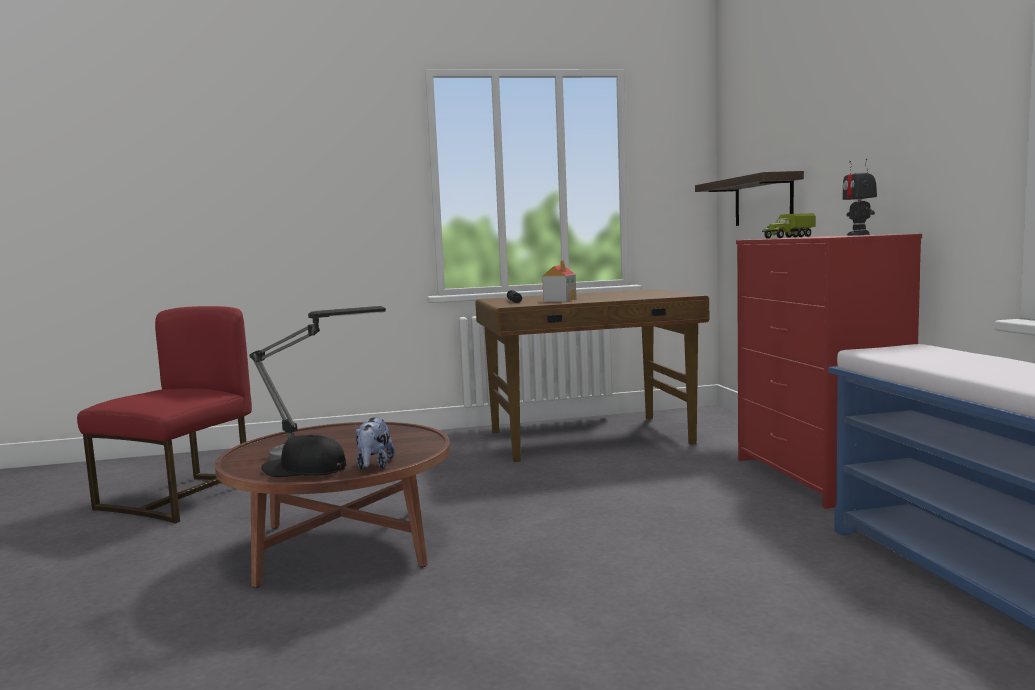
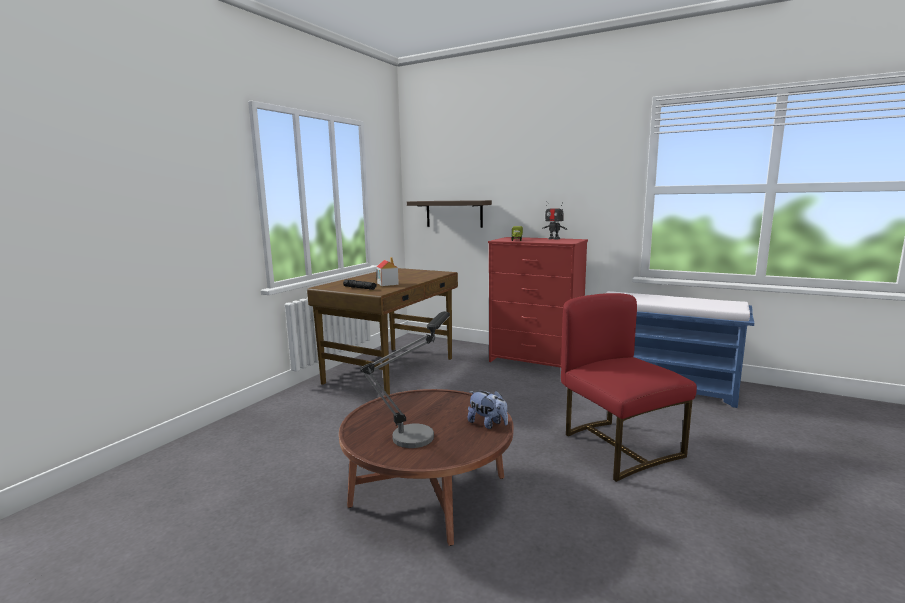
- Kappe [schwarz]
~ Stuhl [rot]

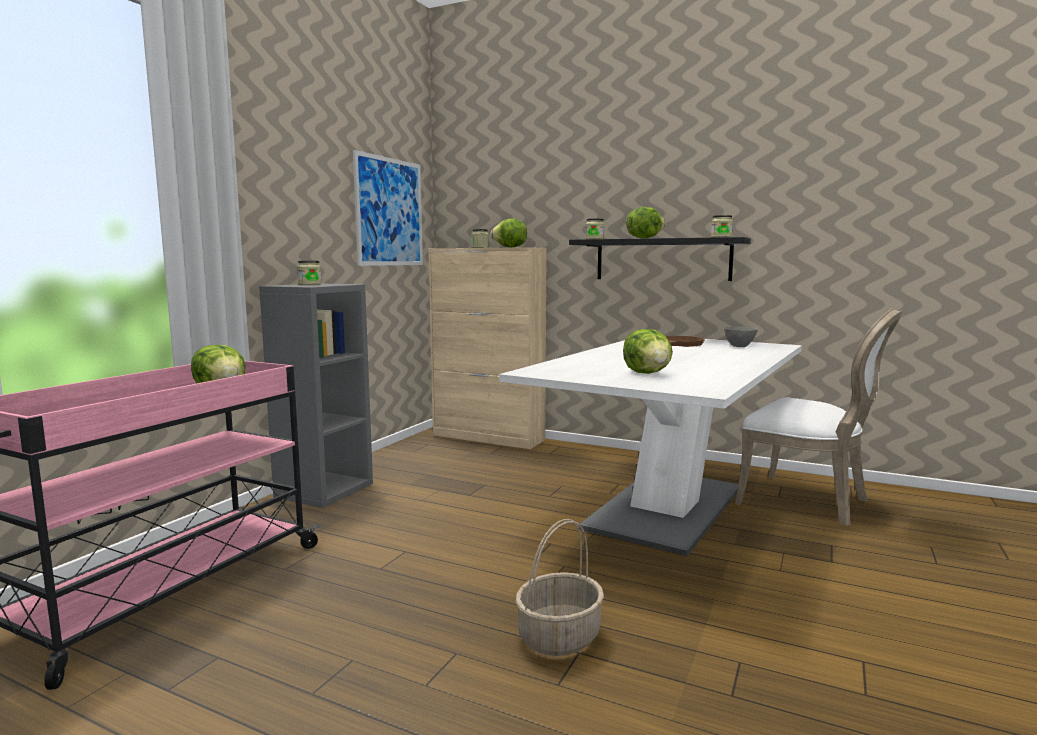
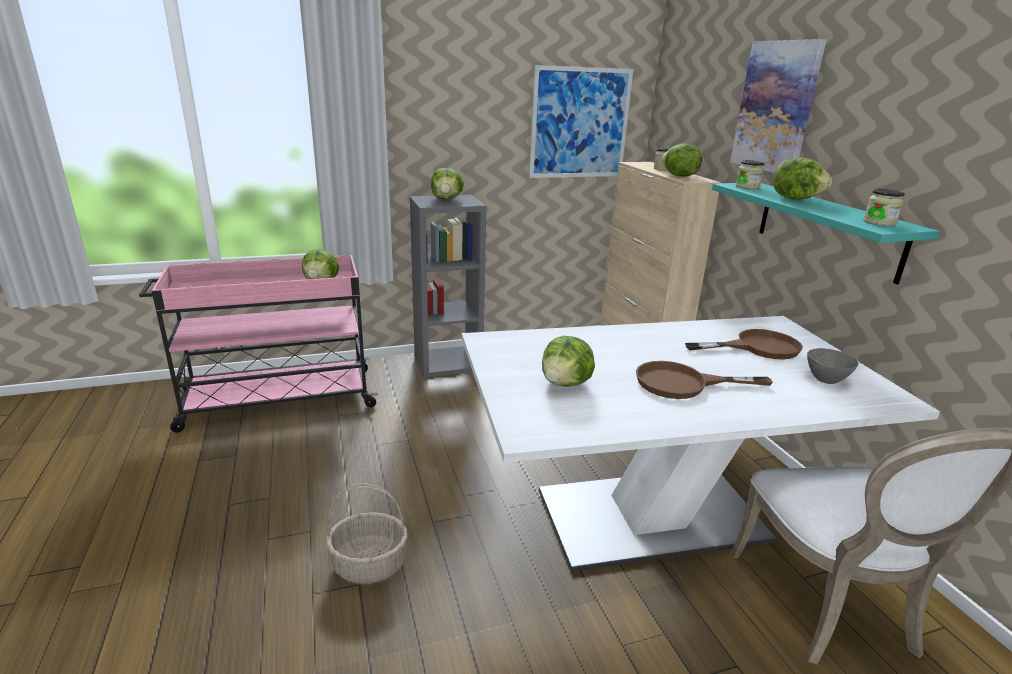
+ Pfanne [braun] (no. 1 from left)
+ Bild (no. 2 from left)
~ Vorratsglas (no. 1 from left) to Salatkopf (no. 2 from left)
~ Wandregal [schwarz] to Wandregal [türkis]

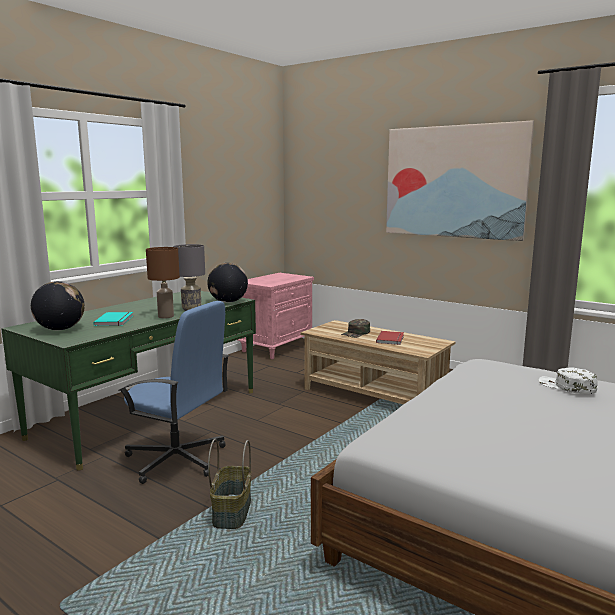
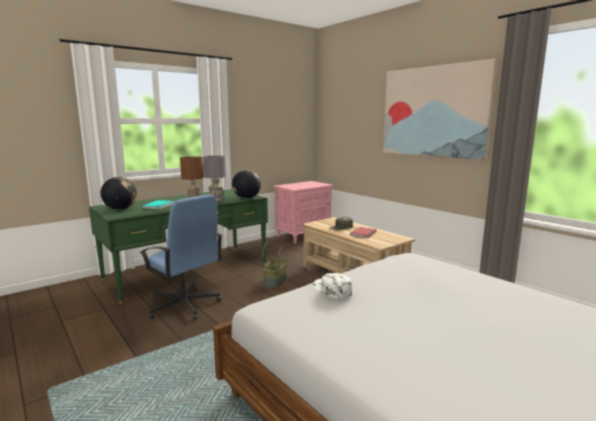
~ Korb
~ Kappe [weiß]

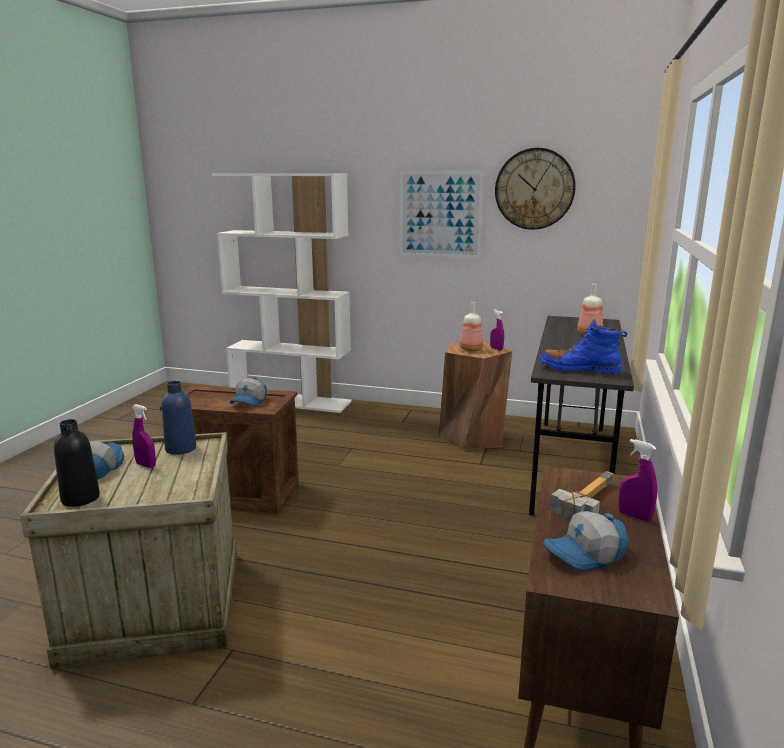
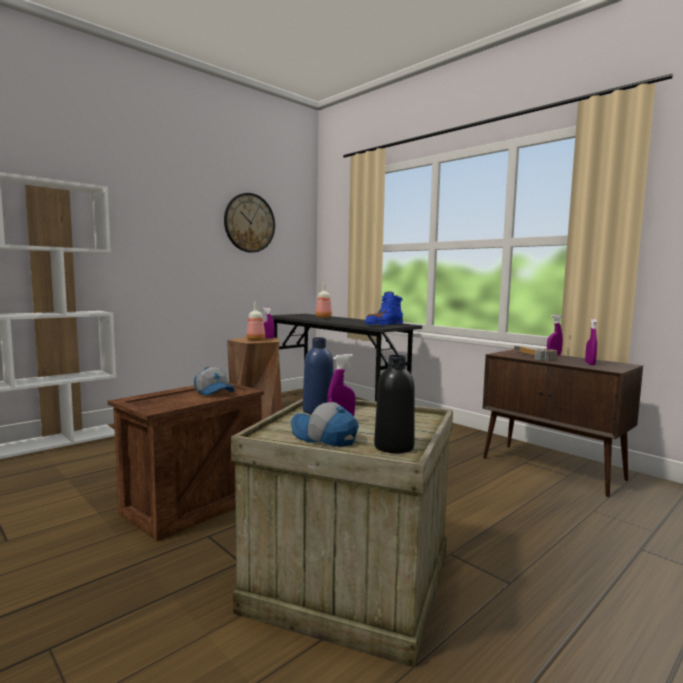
- Bild
~ Kappe (no. 3 from left) to Sprühflasche [lila] (no. 4 from left)

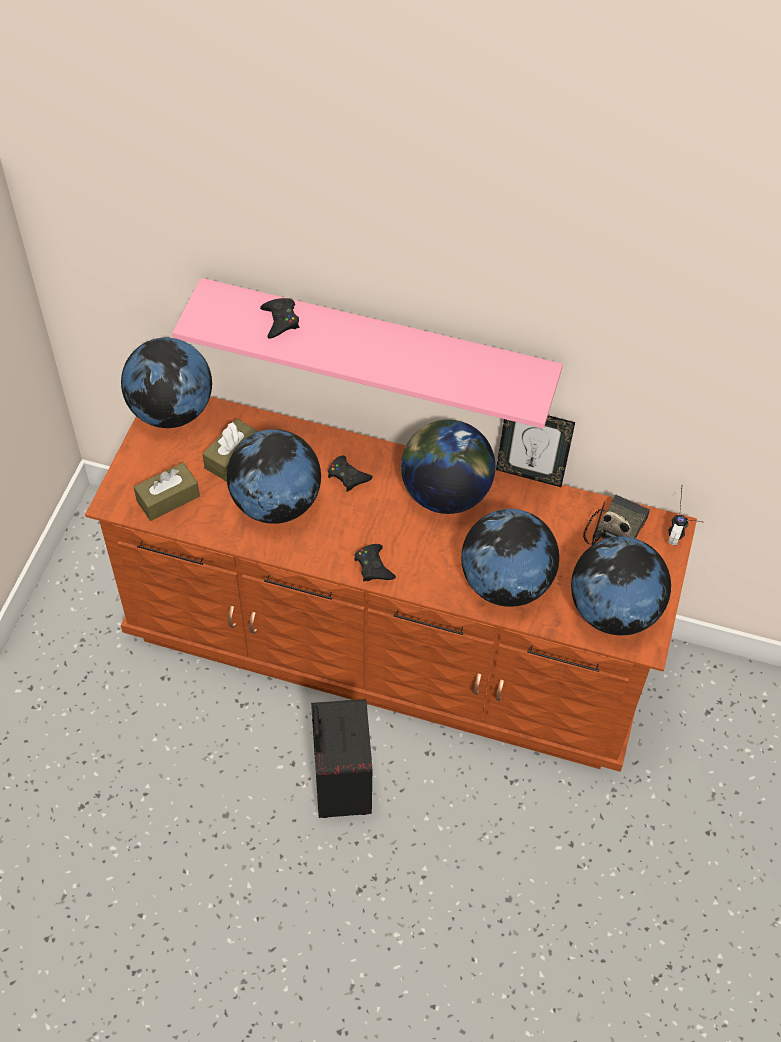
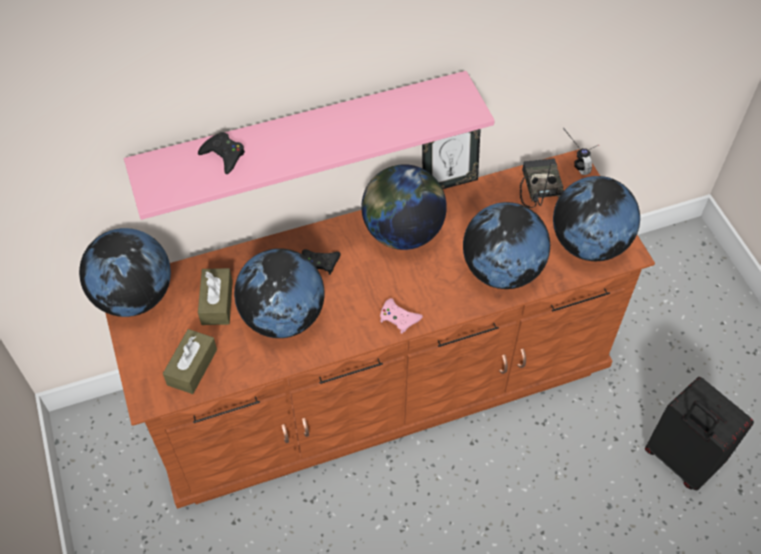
~ Koffer [schwarz]
~ Gamepad [schwarz] (no. 3 from left) to Gamepad [rosa]

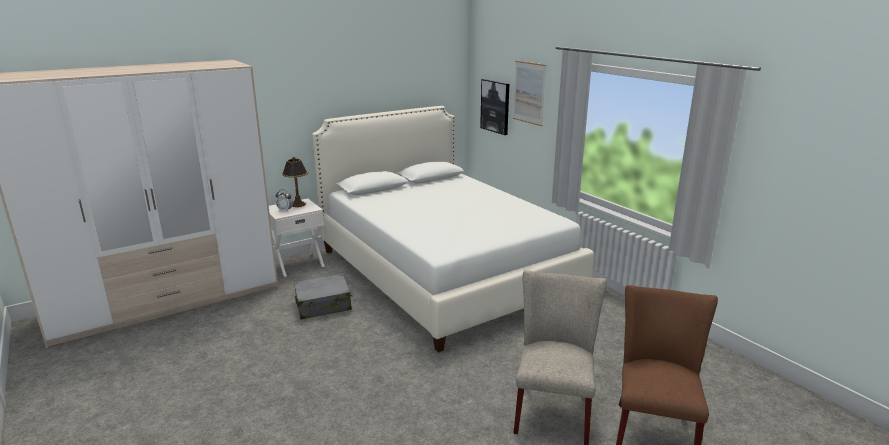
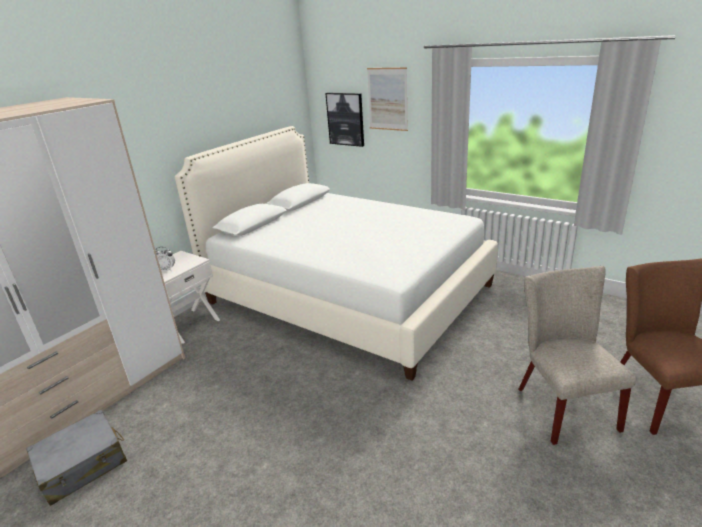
- Tischlampe
~ Koffer [grau]

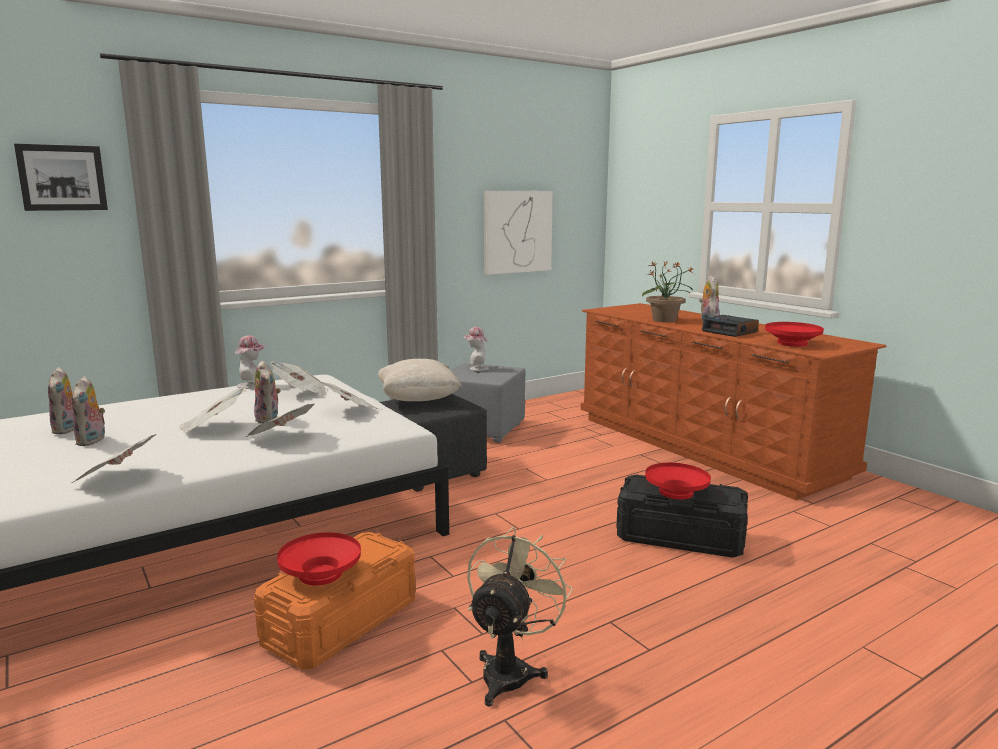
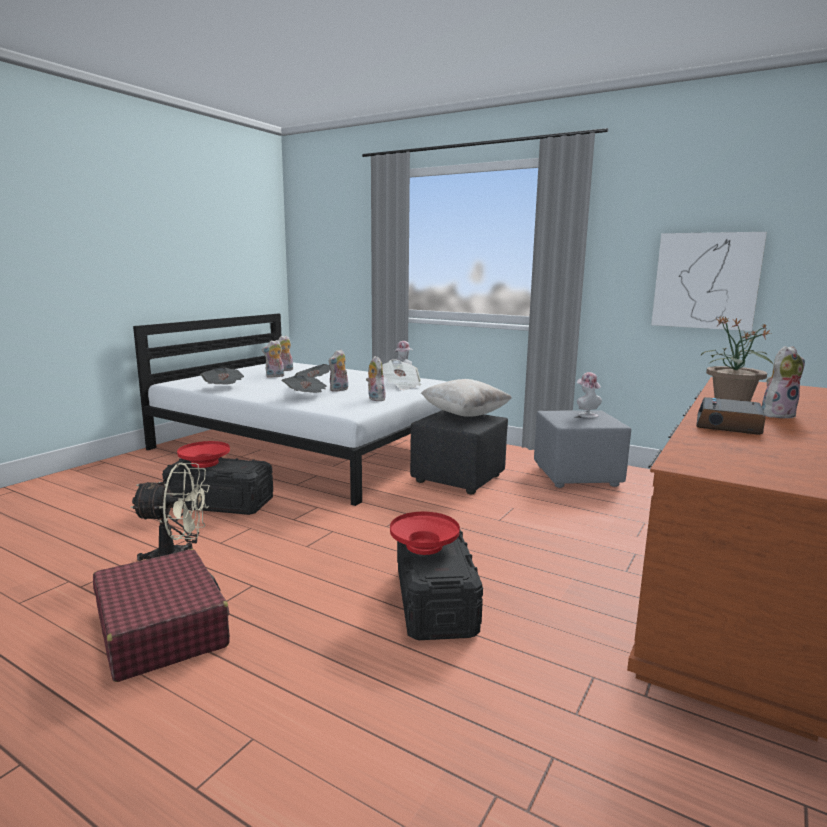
- Bild (no. 1 from left)
- Schüssel [rot] (no. 3 from left)
+ Koffer [rot]
~ Zeitung (no. 5 from left) to Plüschtier (no. 4 from left)
~ Aufbewahrungsbox [orange] to Aufbewahrungsbox [schwarz] (no. 1 from left)

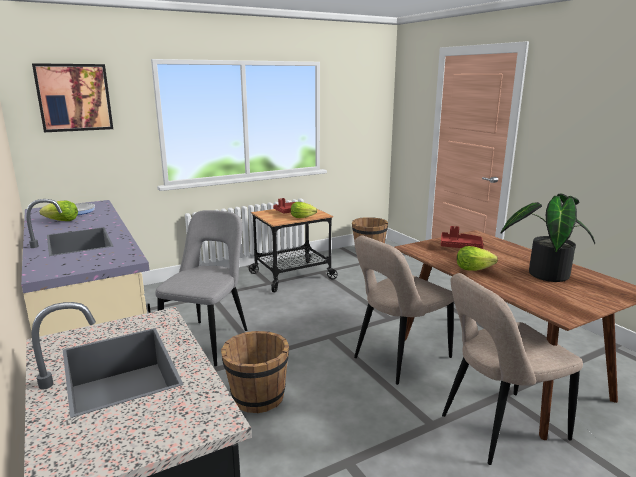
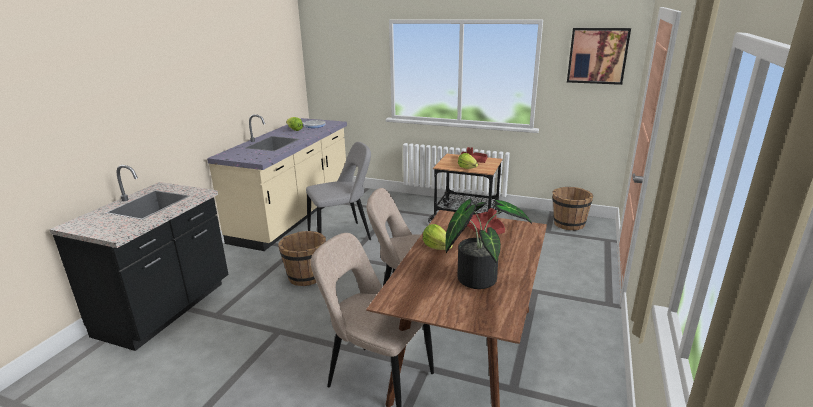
~ Bild

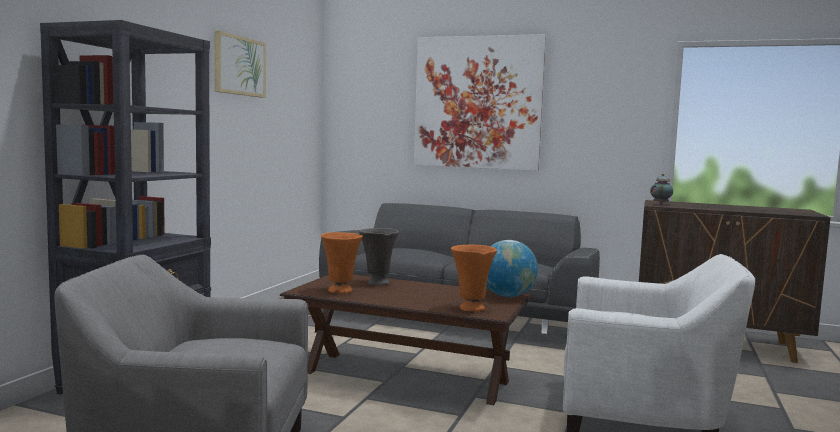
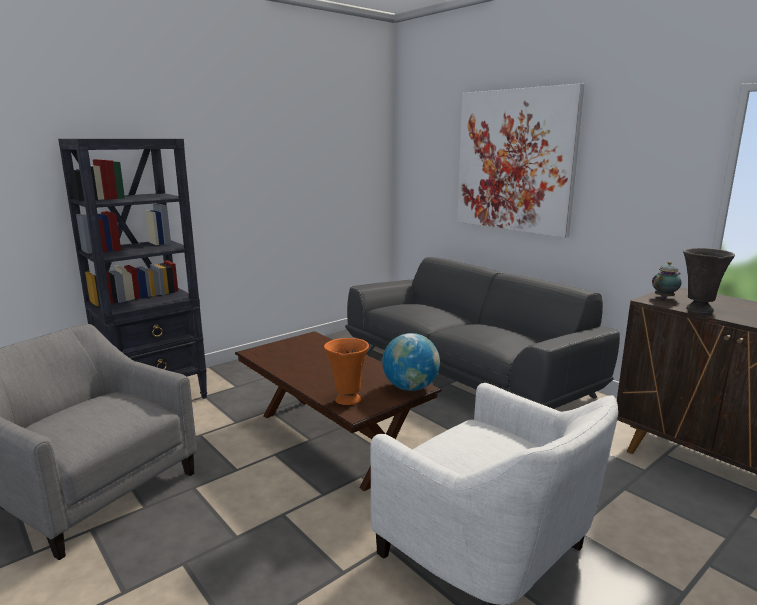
- Bild (no. 1 from left)
- Vase [orange] (no. 1 from left)
~ Vase [grau]

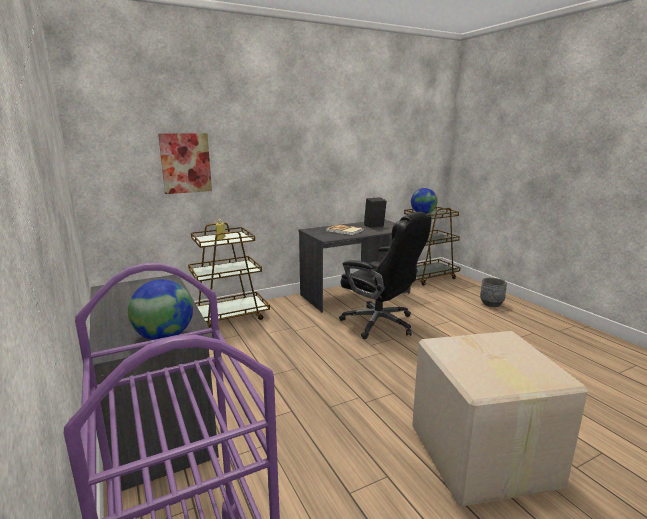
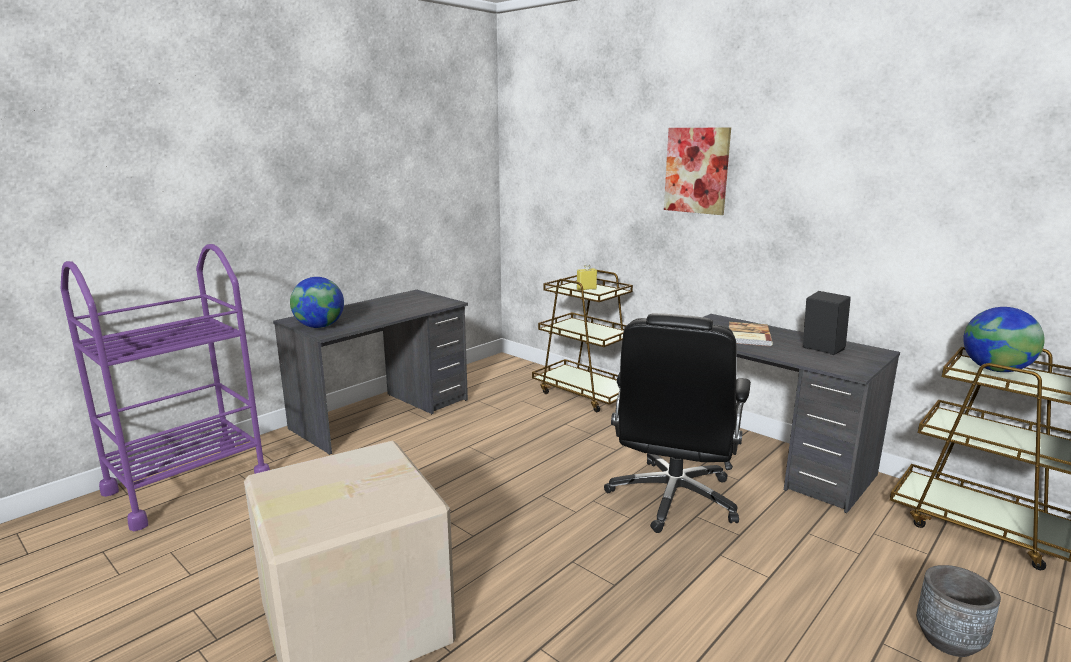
~ Bild

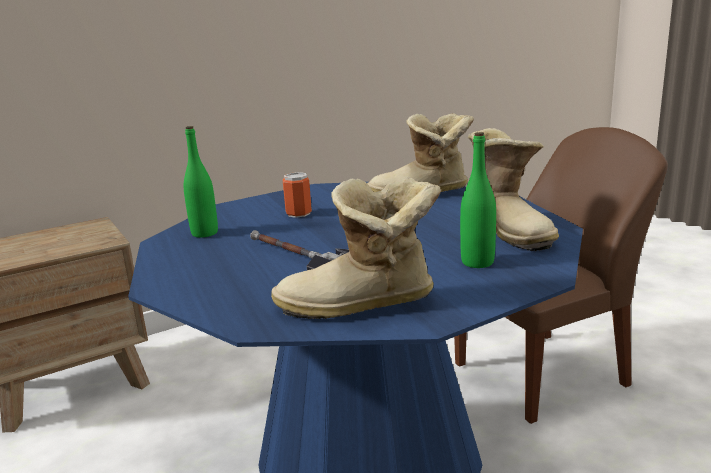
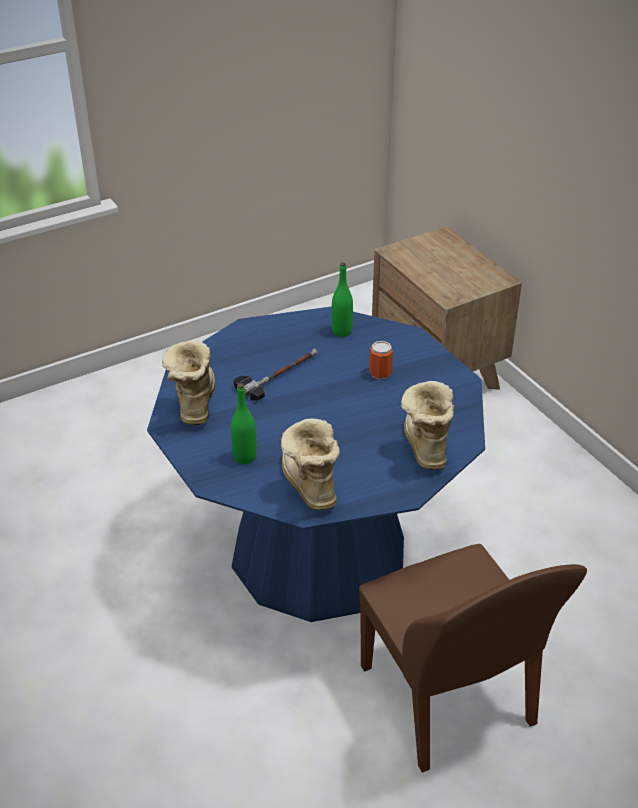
~ Stiefel (no. 3 from left in the first image) 90 degrees clockwise

